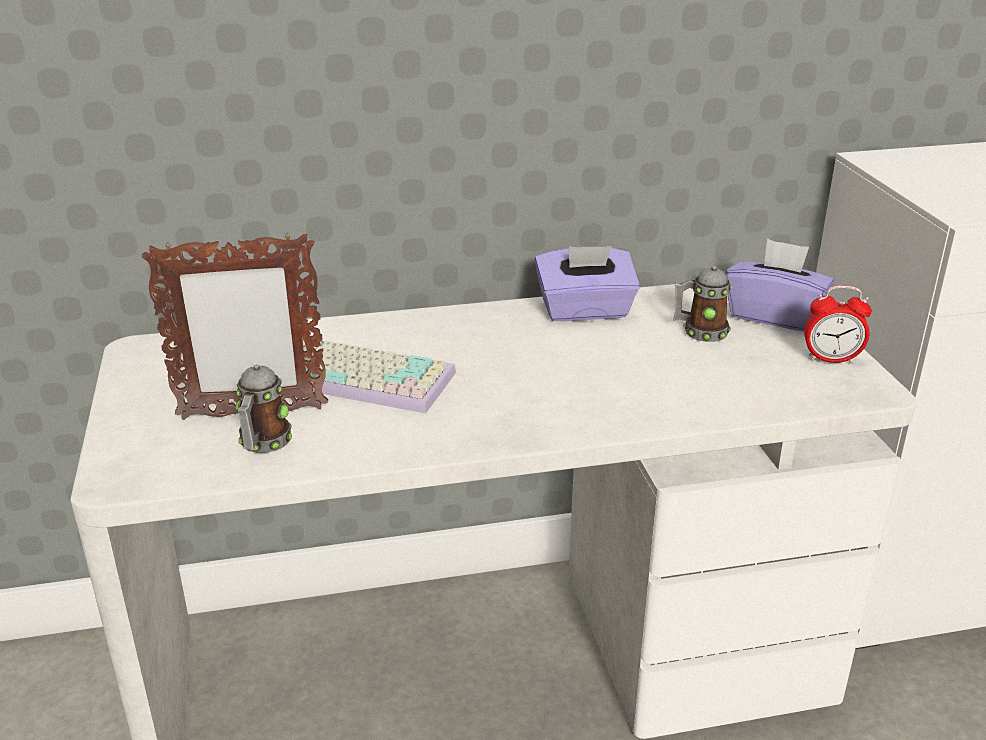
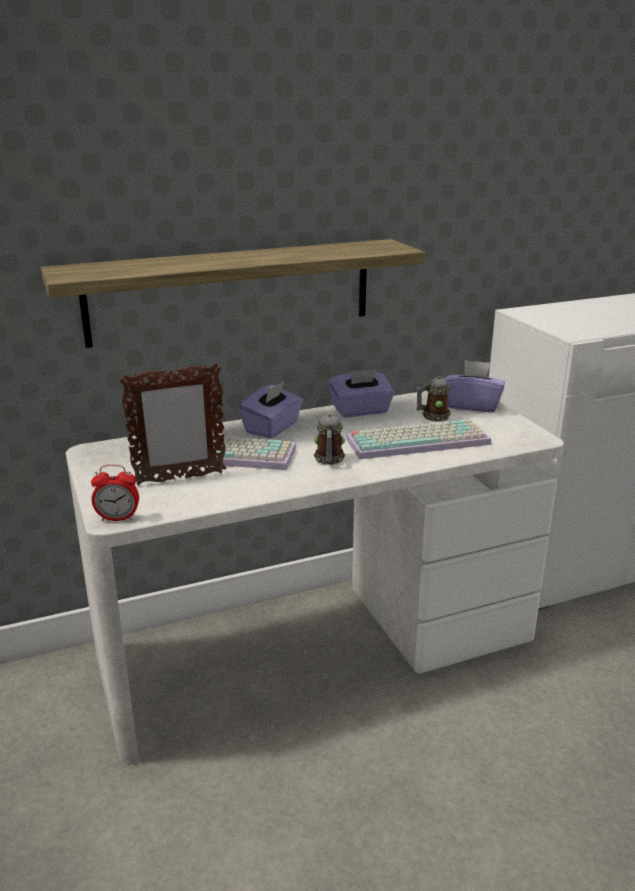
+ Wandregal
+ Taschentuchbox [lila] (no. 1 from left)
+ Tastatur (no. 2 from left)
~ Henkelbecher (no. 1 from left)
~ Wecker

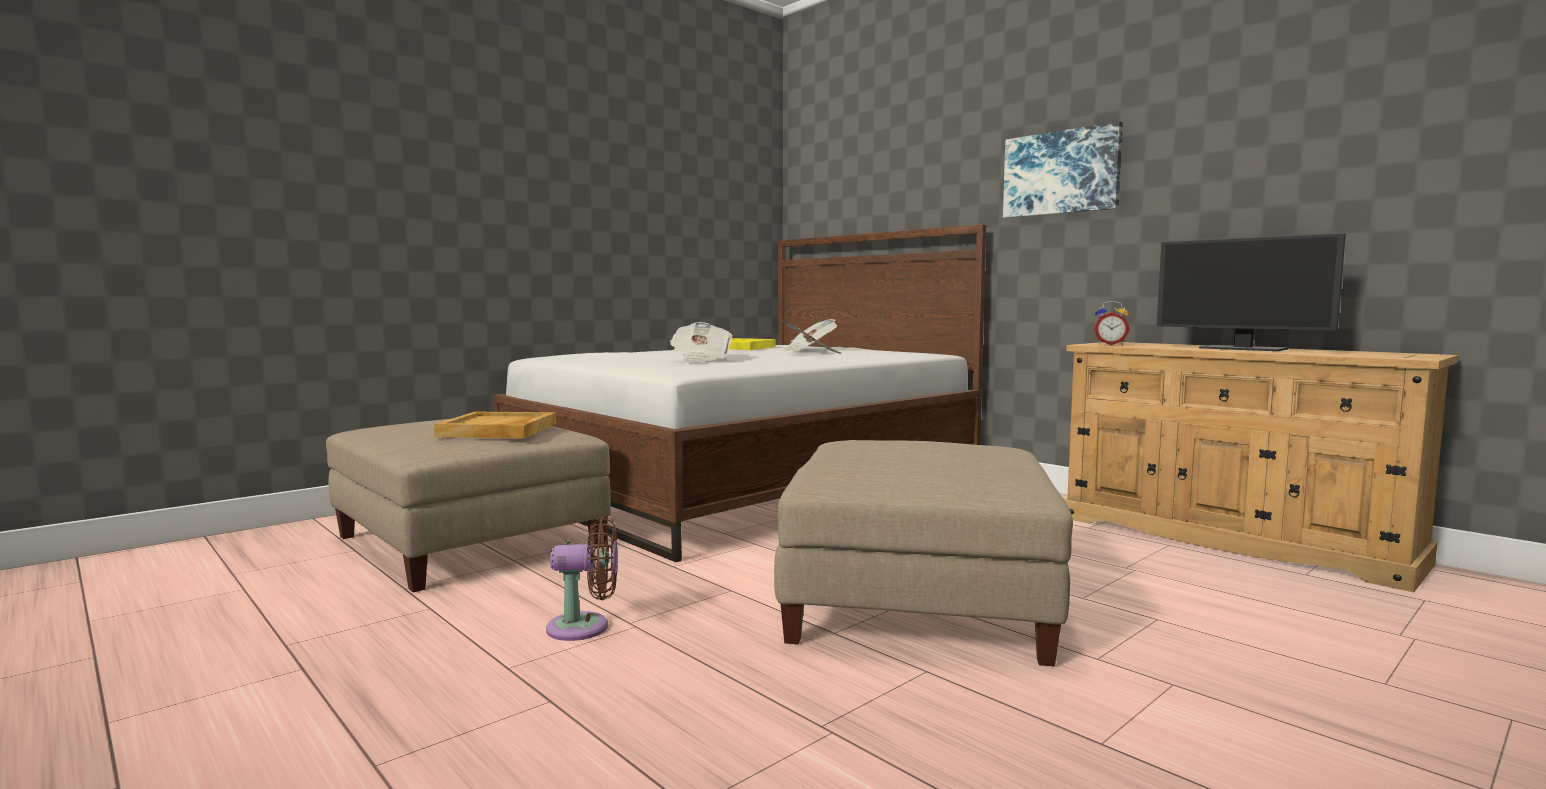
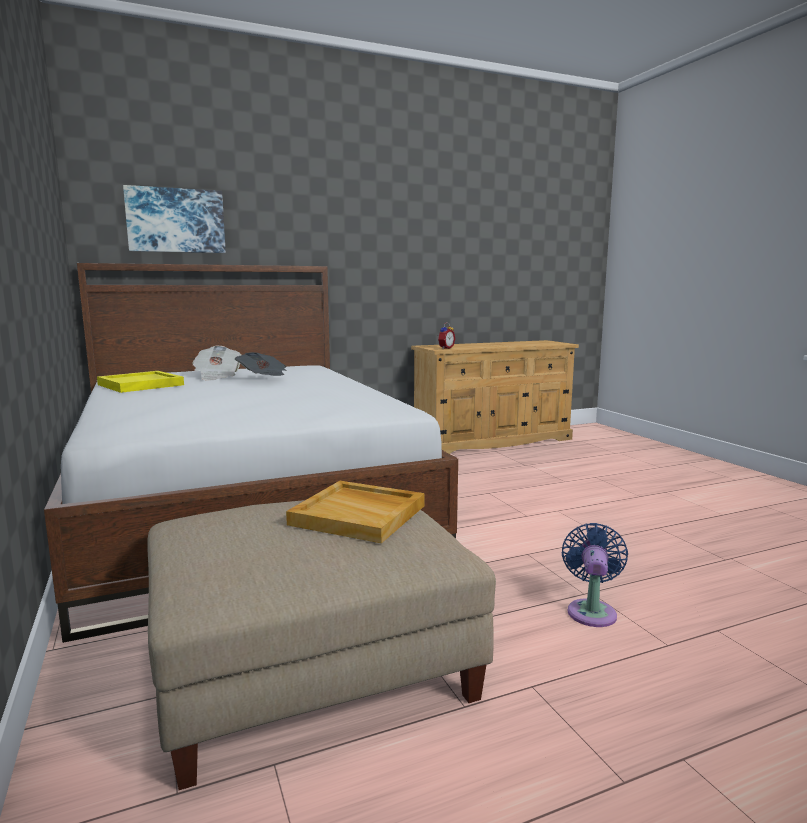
- Zeitung (no. 1 from left)
- Polsterhocker [beige] (no. 2 from left)
- Monitor
~ Bild
~ Ventilator [braun] to Ventilator [blau]

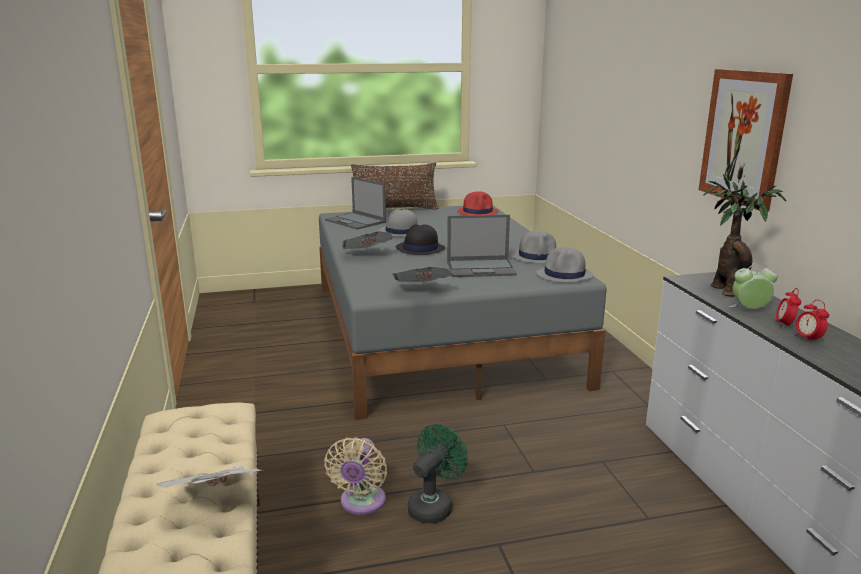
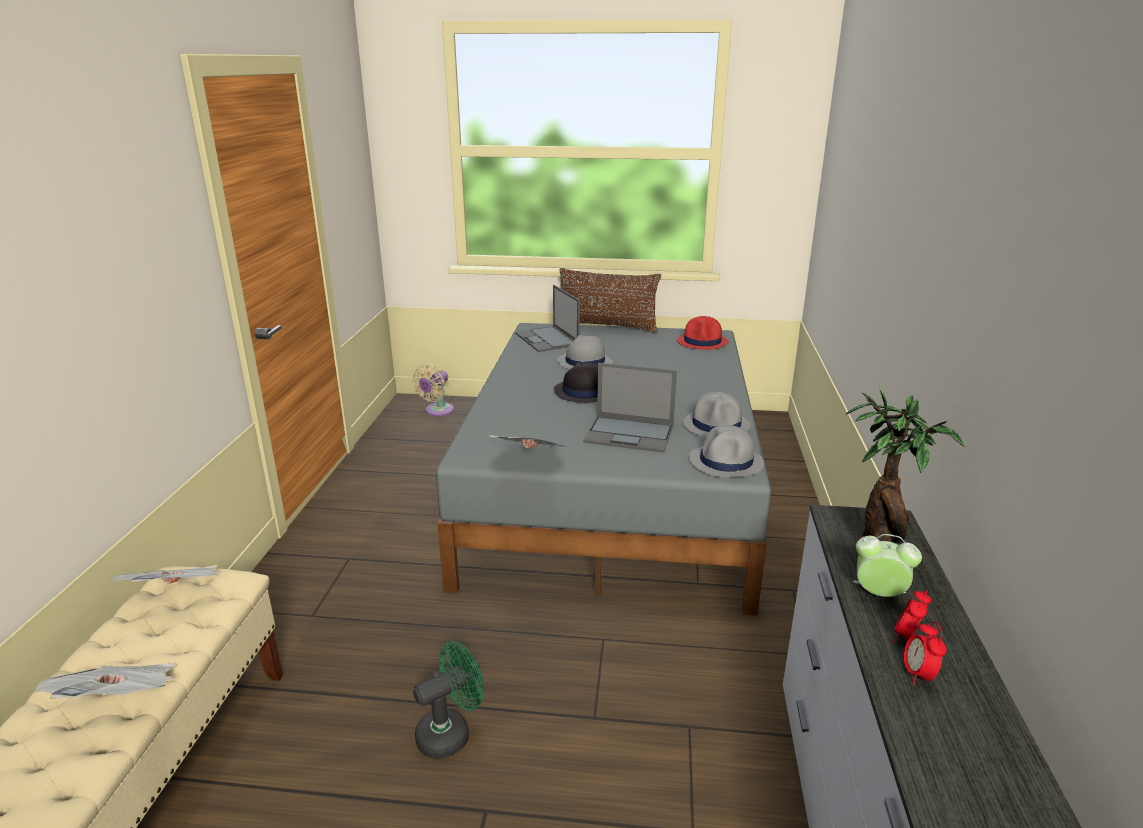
- Bild
~ Ventilator [beige]
~ Zeitung (no. 2 from left)

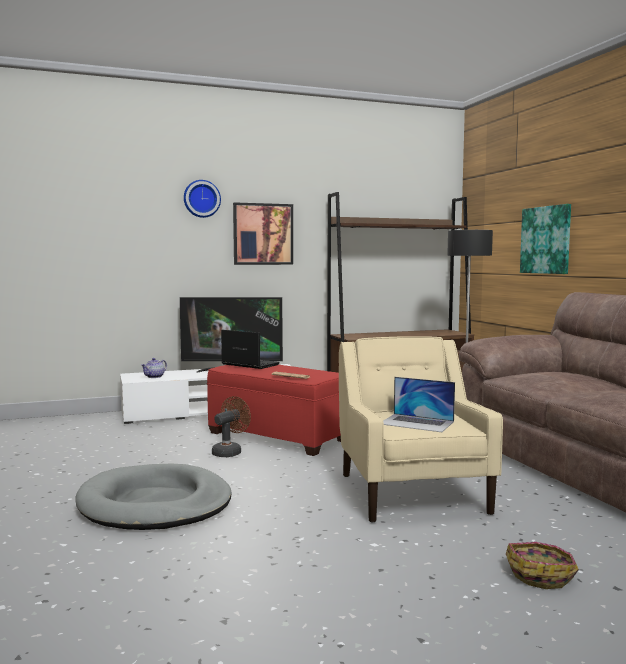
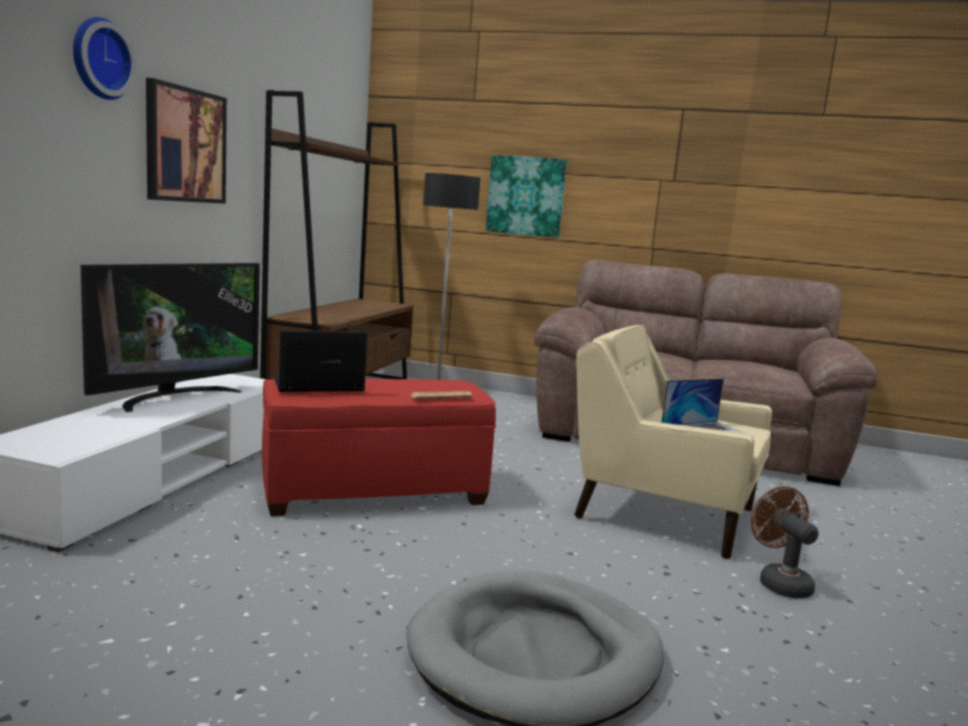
- Teekanne
- Korb
~ Ventilator [braun]

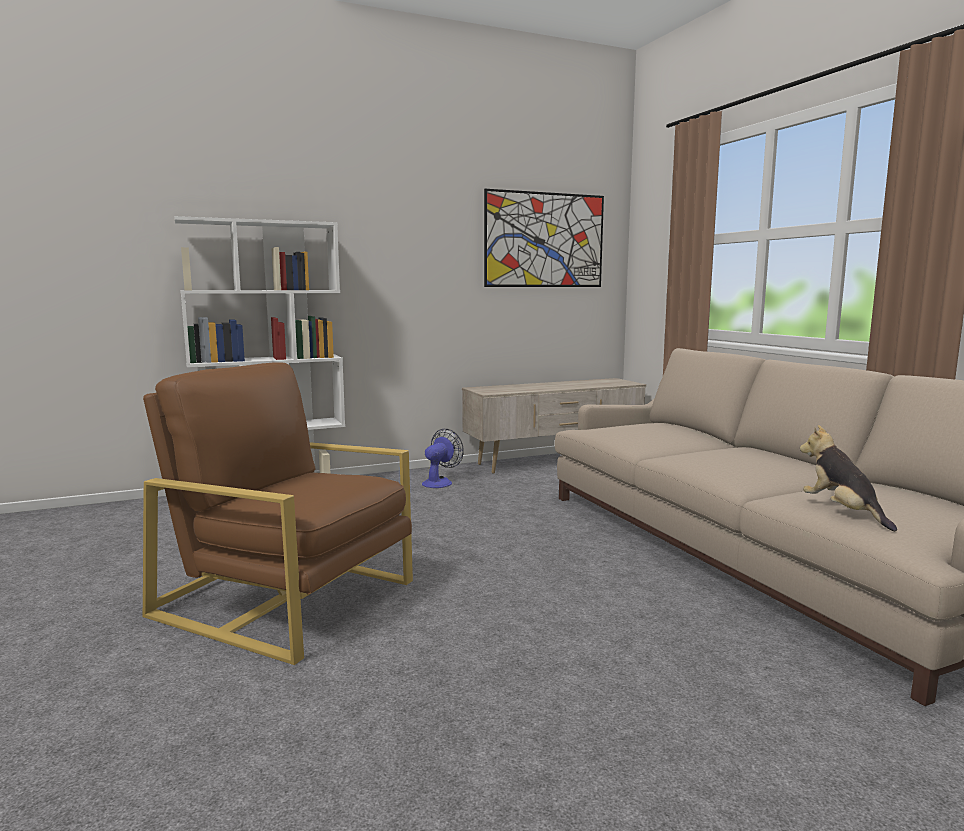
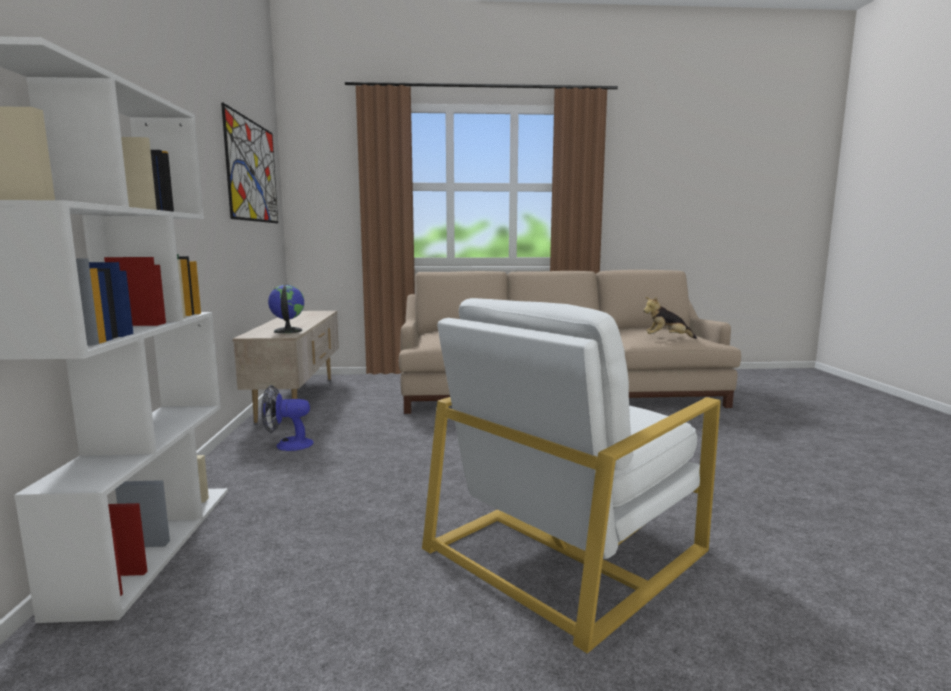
+ Globus
~ Sessel [braun] to Sessel [weiß]
~ Ventilator 60 degrees counterclockwise

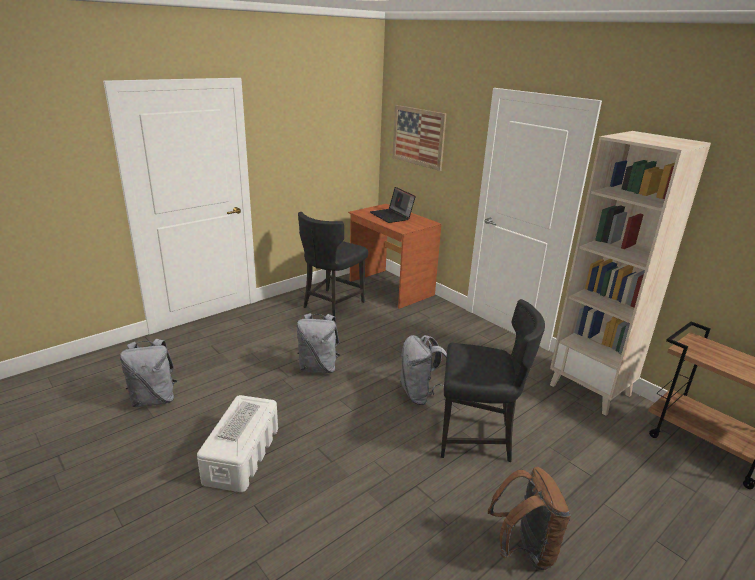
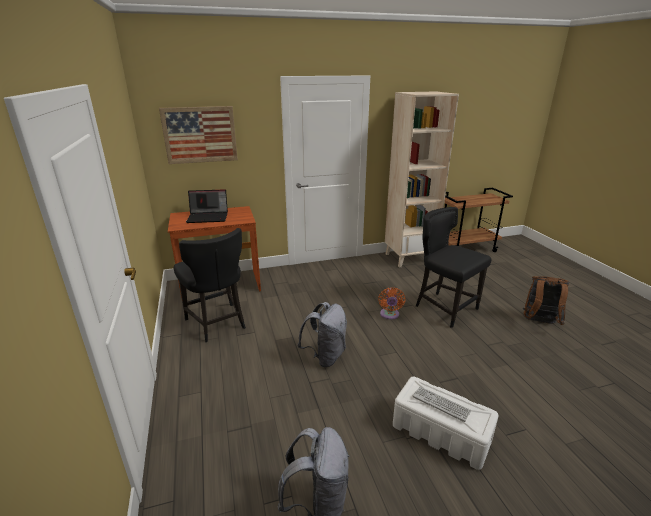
~ Rucksack [grau] (no. 3 from left) to Ventilator [orange]
~ Stuhl [schwarz] (no. 2 from left) 75 degrees counterclockwise

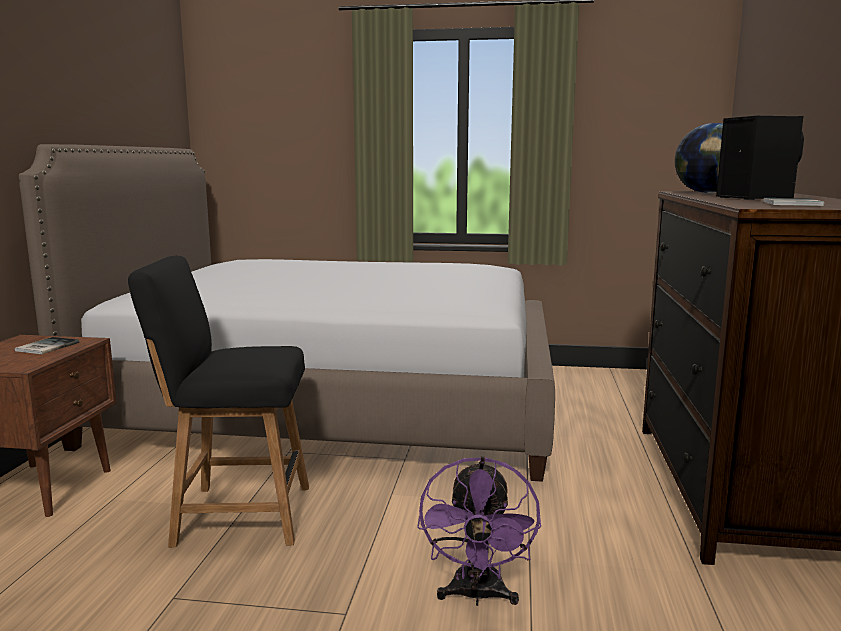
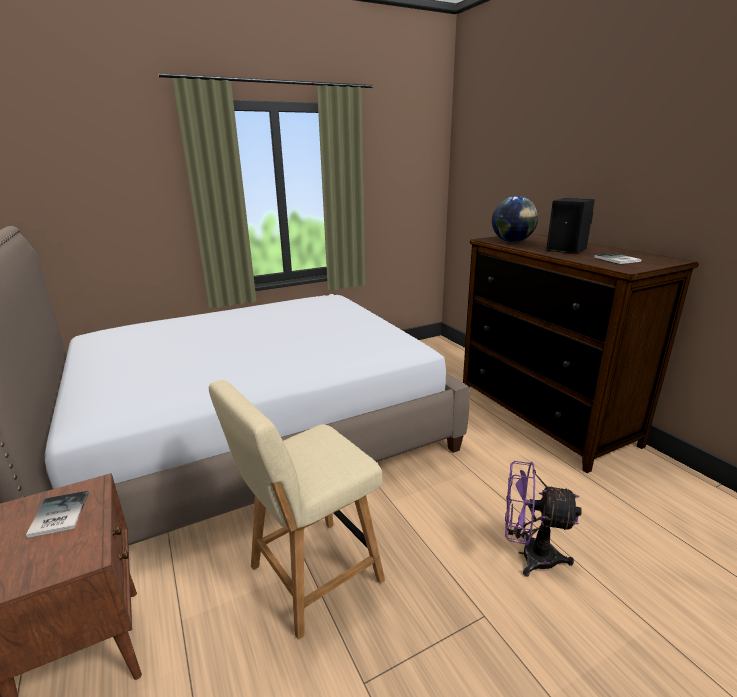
~ Stuhl [schwarz] to Stuhl [beige]
~ Ventilator [lila] 135 degrees clockwise

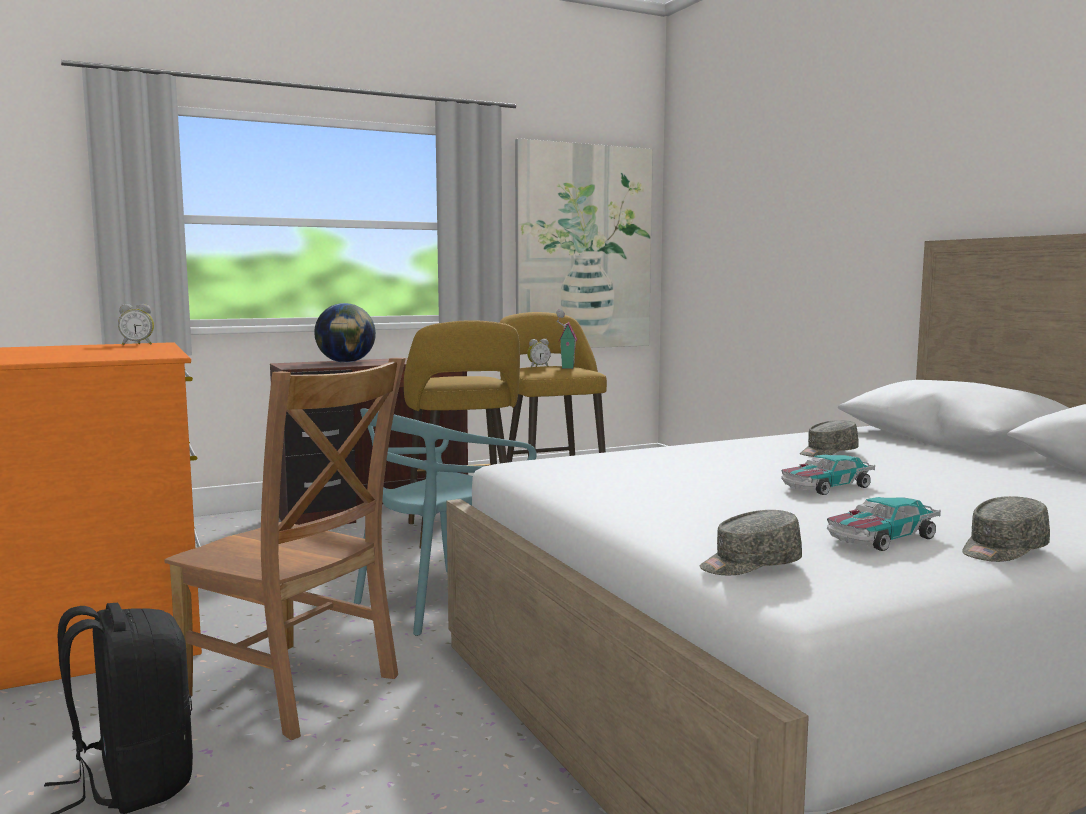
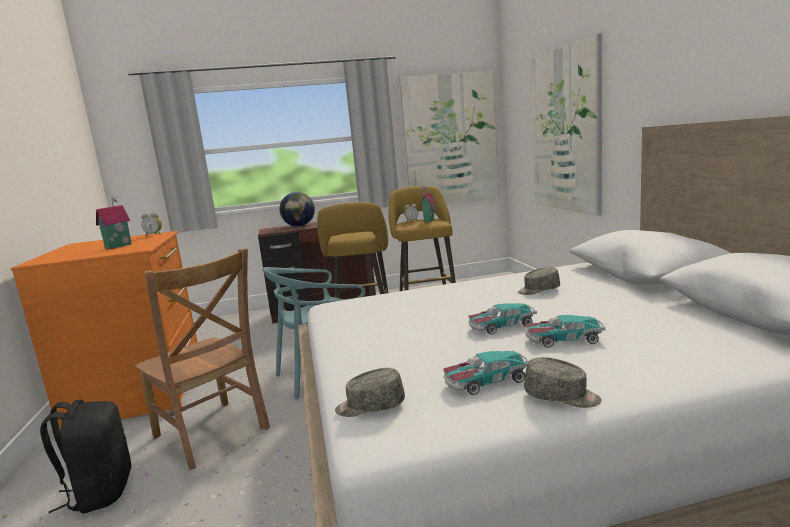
+ Spielzeughaus (no. 1 from left)
+ Spielzeugauto (no. 3 from left)
+ Bild (no. 2 from left)
~ Kappe [grau] (no. 3 from left) 135 degrees counterclockwise

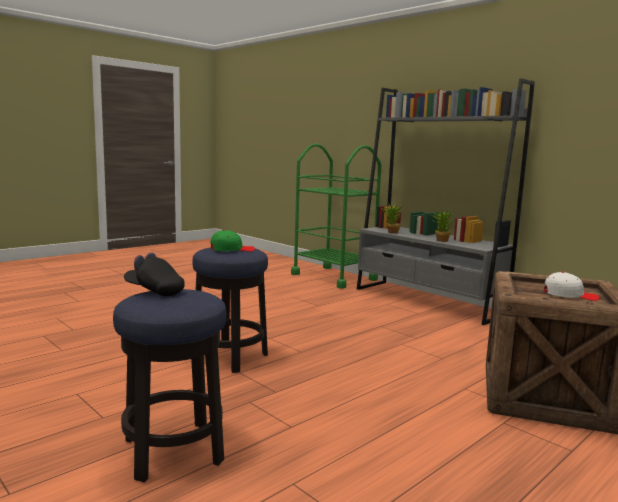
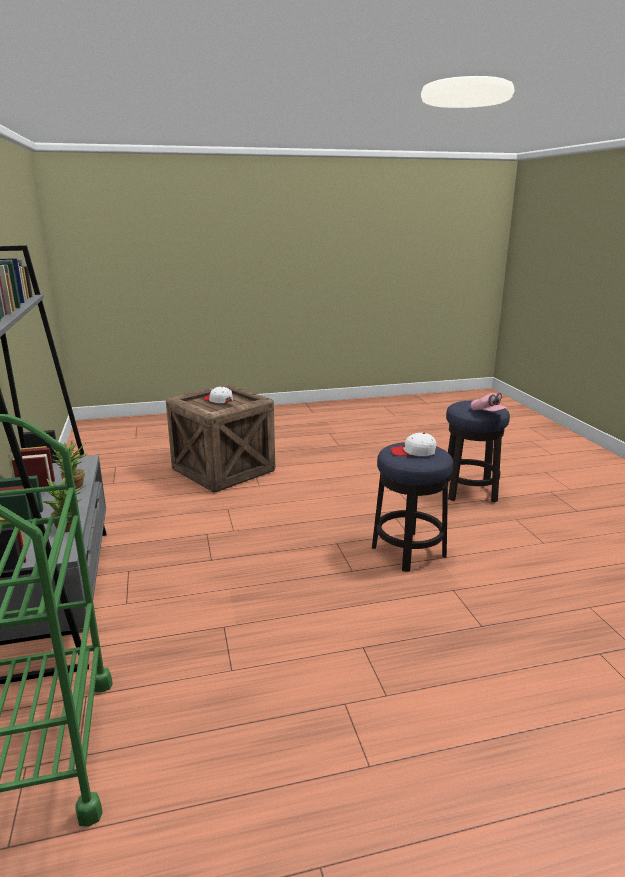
~ Kappe [schwarz] to Kappe [rosa]
~ Kappe [grün] to Kappe [weiß] (no. 2 from left)

